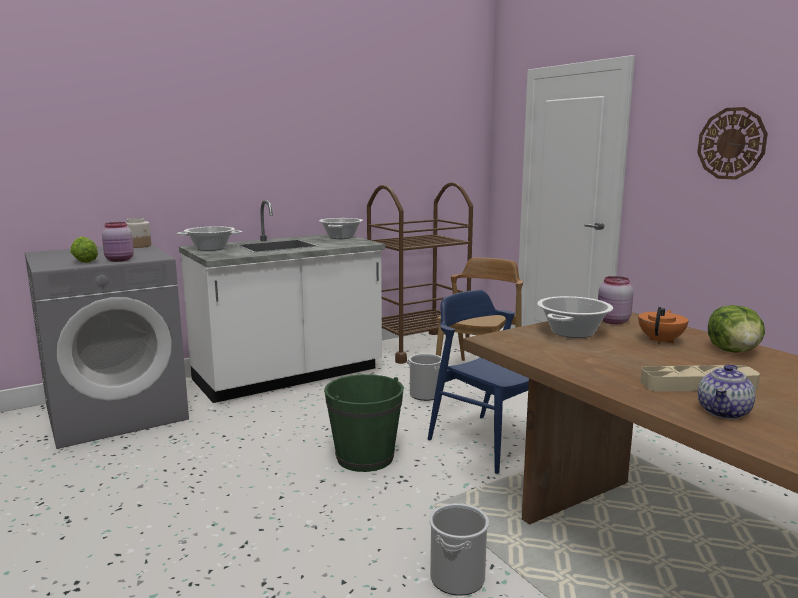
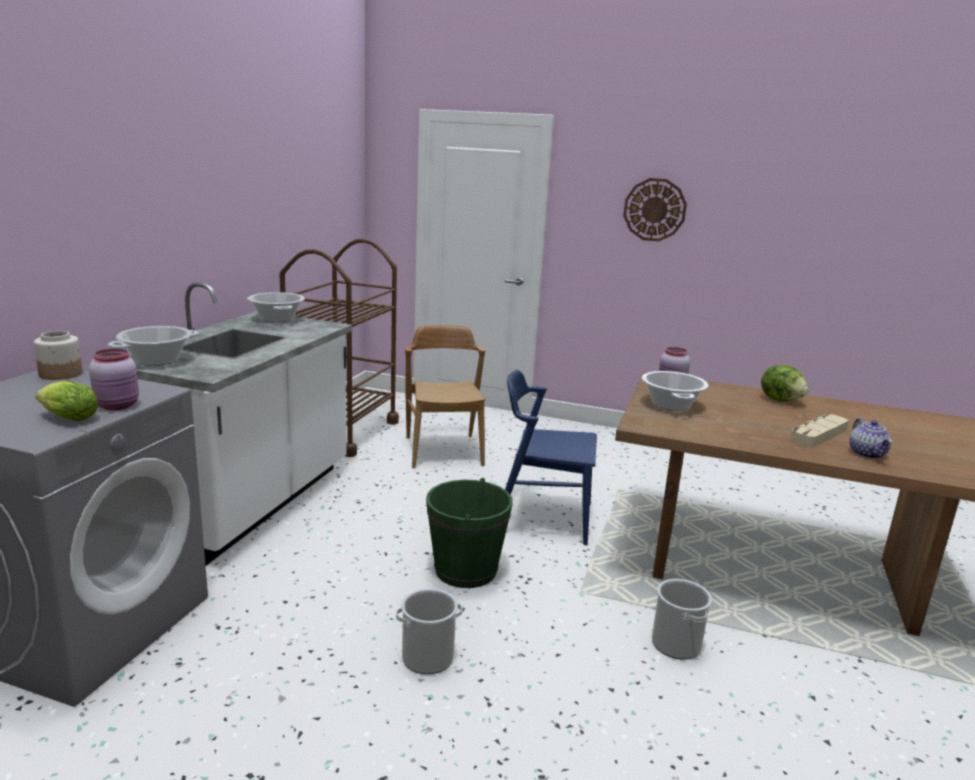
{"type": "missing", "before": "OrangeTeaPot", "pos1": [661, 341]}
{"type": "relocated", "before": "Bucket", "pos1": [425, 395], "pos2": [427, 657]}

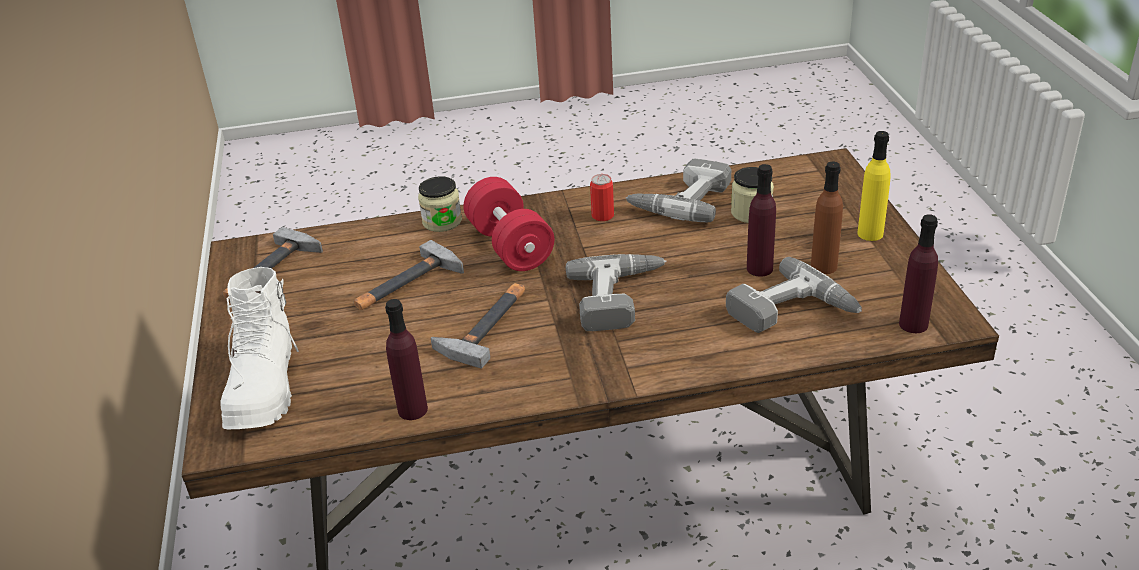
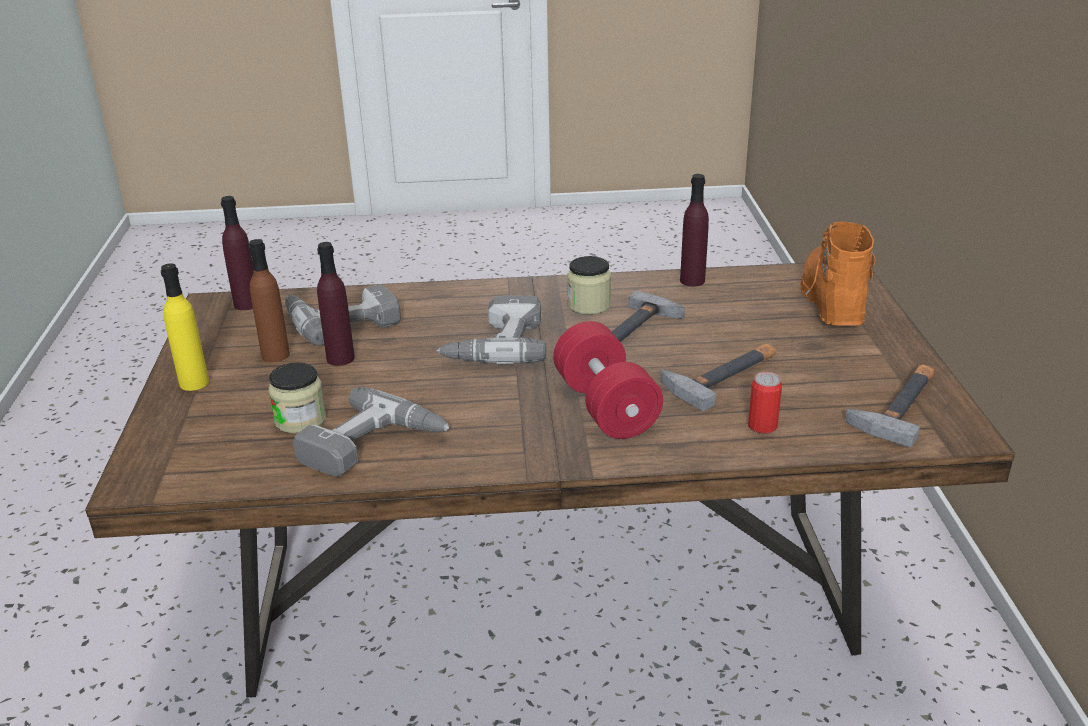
{"type": "relocated", "before": "Jar", "pos1": [442, 221], "pos2": [589, 305]}
{"type": "relocated", "before": "MetalCan", "pos1": [602, 216], "pos2": [762, 426]}
{"type": "colour", "before": "WhiteColouredHighTopBoot", "after": "OrangeHighTopBoot", "pos1": [265, 387], "pos2": [831, 302]}

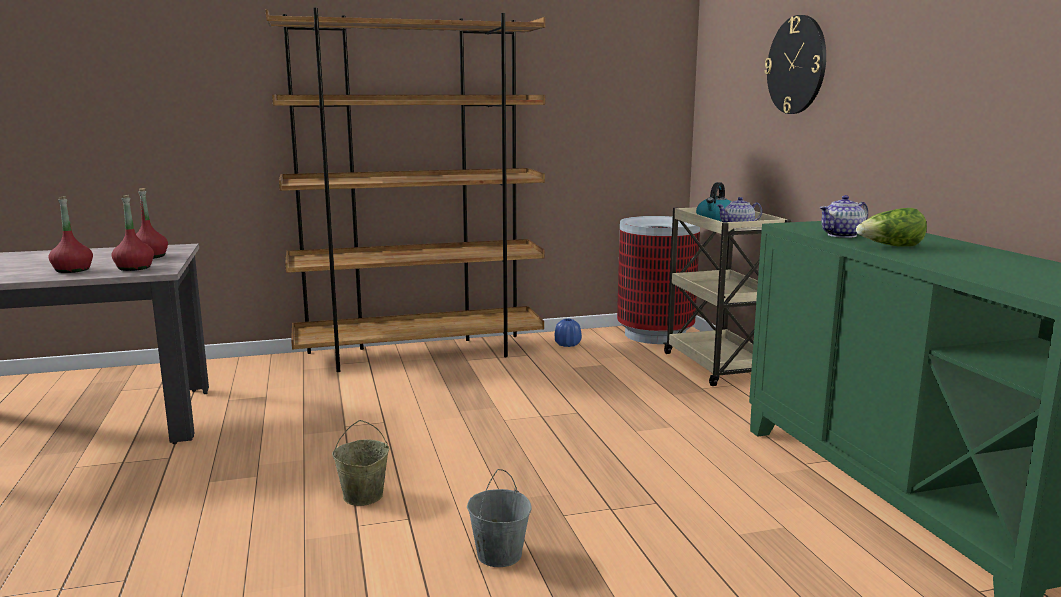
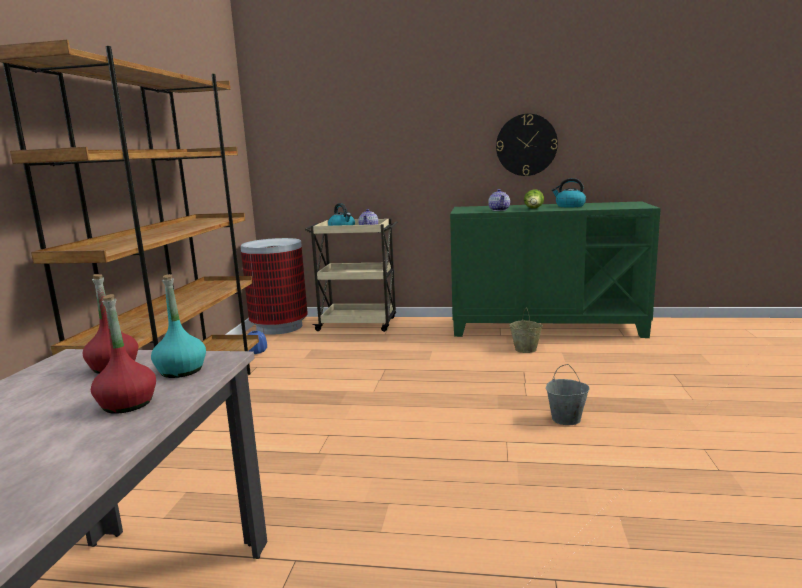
{"type": "appeared", "after": "TeaKettle", "pos2": [569, 206]}
{"type": "relocated", "before": "SandColouredBucket", "pos1": [363, 496], "pos2": [526, 349]}
{"type": "relocated", "before": "HangingClock", "pos1": [796, 65], "pos2": [526, 145]}
{"type": "colour", "before": "RedColouredDrinkBottle", "after": "TurquoiseDrinkBottle", "pos1": [134, 268], "pos2": [181, 371]}

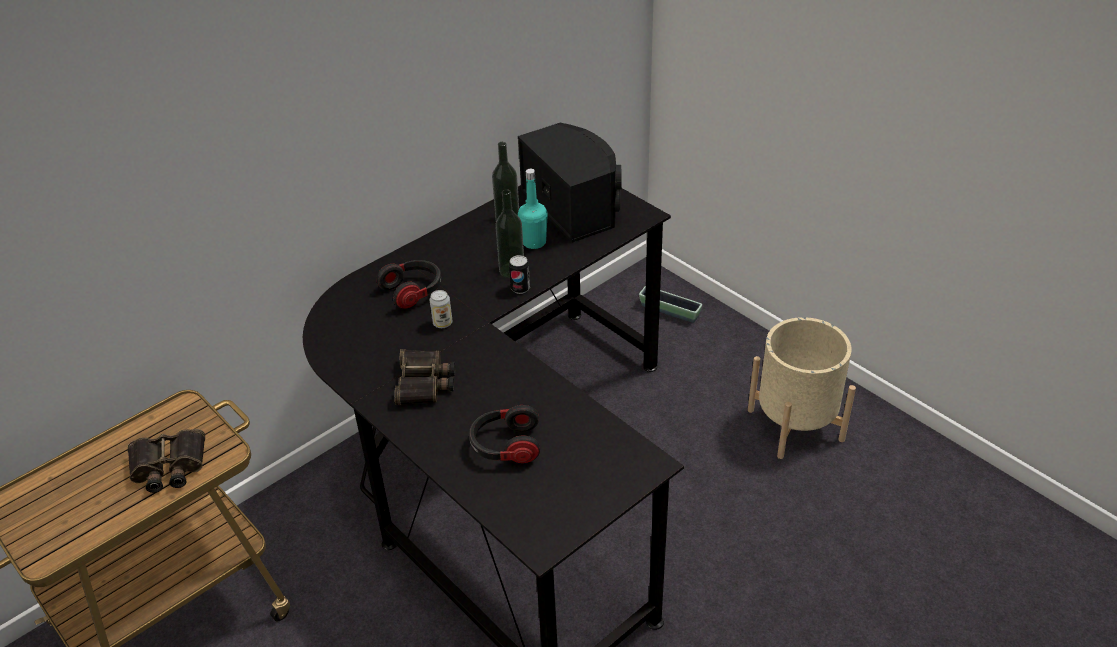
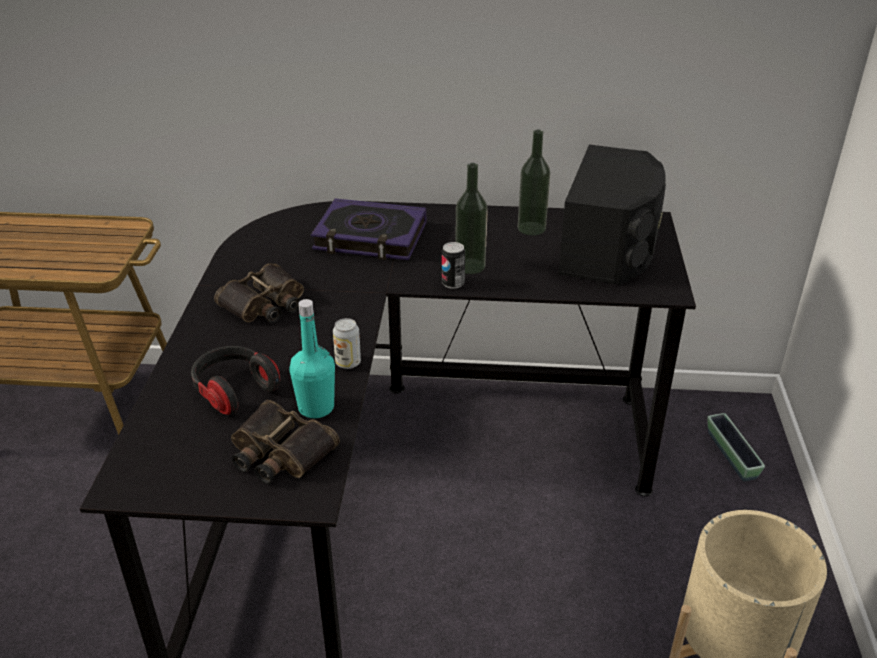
{"type": "relocated", "before": "Binoculars", "pos1": [168, 467], "pos2": [278, 452]}
{"type": "relocated", "before": "MetalCan", "pos1": [442, 323], "pos2": [348, 363]}
{"type": "relocated", "before": "TurquoiseDrinkBottle", "pos1": [534, 242], "pos2": [316, 407]}
{"type": "exchanged", "before": "Headset", "after": "Book", "pos1": [413, 292], "pos2": [370, 237]}

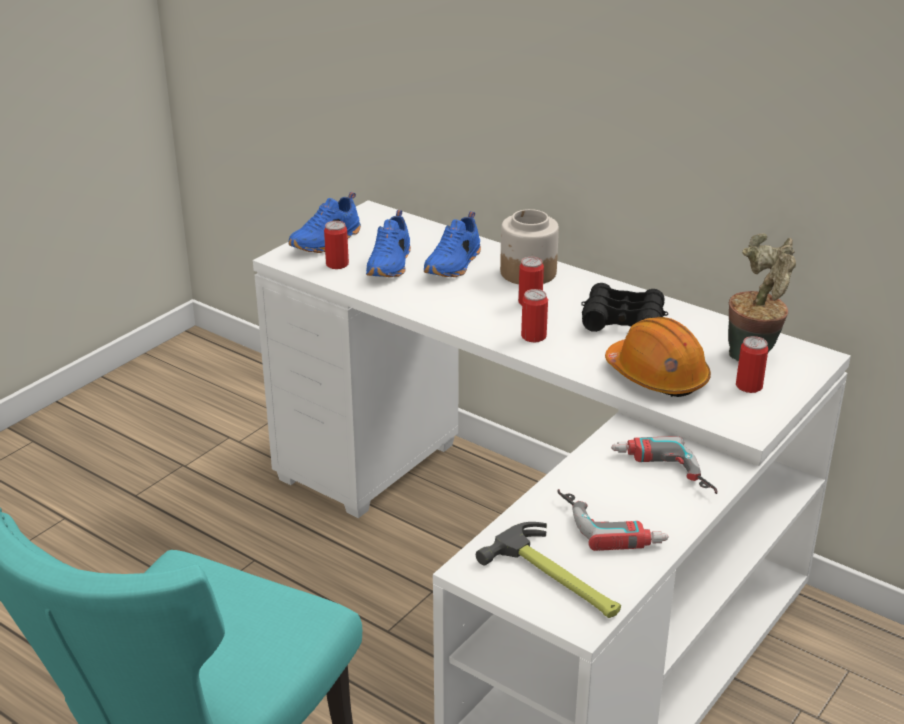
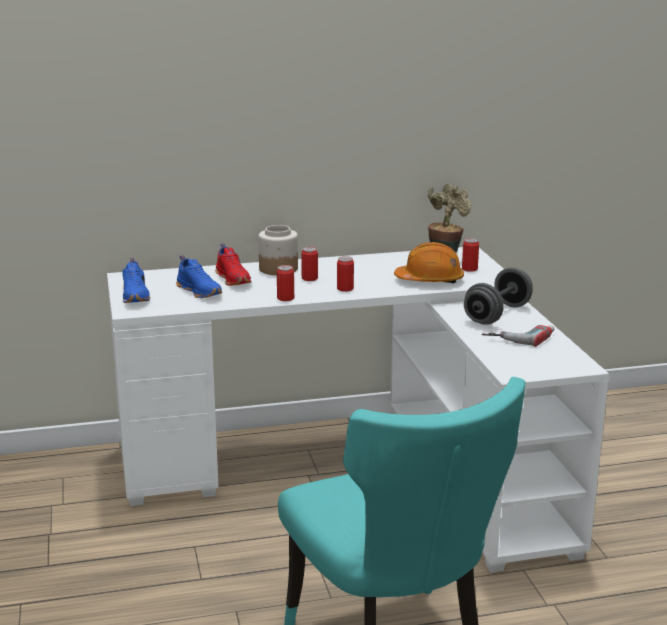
{"type": "missing", "before": "HandHammer", "pos1": [557, 579]}
{"type": "missing", "before": "BlackishBinoculars", "pos1": [623, 321]}
{"type": "relocated", "before": "MetalCan", "pos1": [337, 264], "pos2": [285, 298]}
{"type": "exchanged", "before": "PowerDrill", "after": "GrayHandWeight", "pos1": [661, 474], "pos2": [497, 314]}
{"type": "colour", "before": "BlueColouredShoe", "after": "RedColouredShoe", "pos1": [454, 265], "pos2": [234, 279]}

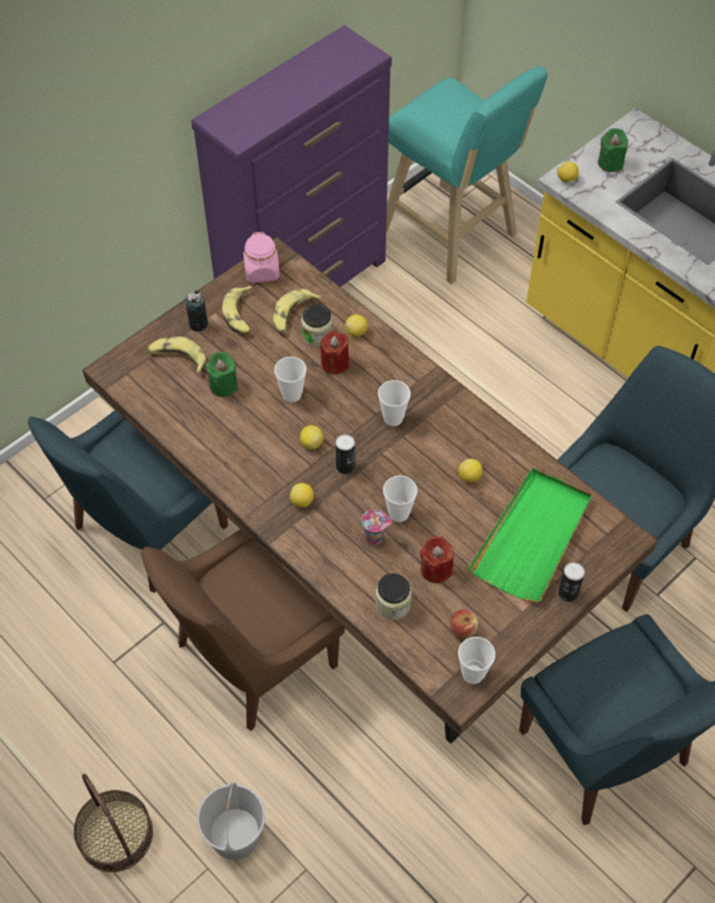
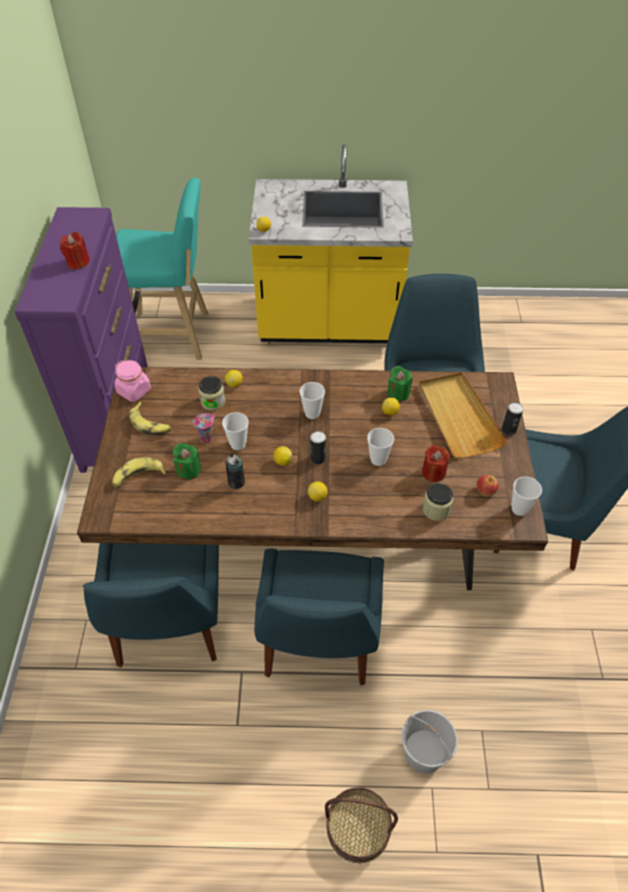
{"type": "missing", "before": "WholeBanana", "pos1": [293, 315]}
{"type": "relocated", "before": "MetalCan", "pos1": [198, 324], "pos2": [236, 482]}
{"type": "relocated", "before": "RedColouredWaxCandle", "pos1": [335, 363], "pos2": [78, 262]}
{"type": "relocated", "before": "DrinkingCup", "pos1": [375, 538], "pos2": [207, 438]}
{"type": "relocated", "before": "GreenColouredWaxCandle", "pos1": [610, 163], "pos2": [398, 393]}
{"type": "colour", "before": "BrownishUprightChair", "after": "BlueColouredUprightChair", "pos1": [251, 658], "pos2": [318, 644]}
{"type": "colour", "before": "GreenColouredCarryingTray", "after": "SandColouredCarryingTray", "pos1": [532, 537], "pos2": [458, 417]}

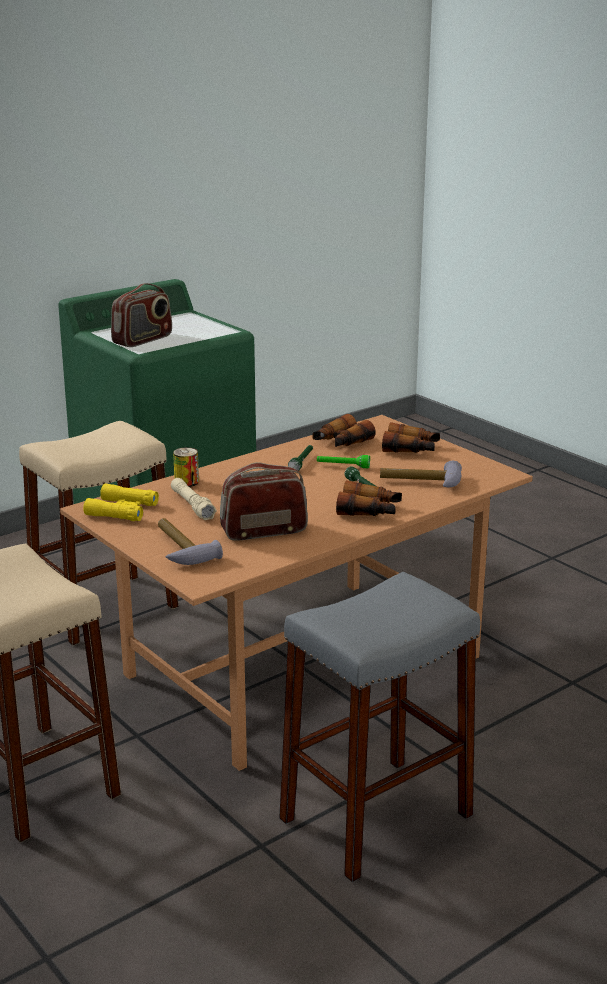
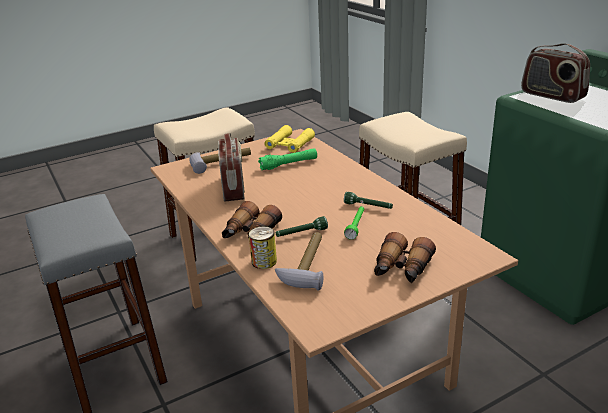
{"type": "missing", "before": "Binoculars", "pos1": [341, 442]}
{"type": "relocated", "before": "MetalCan", "pos1": [186, 482], "pos2": [264, 261]}
{"type": "colour", "before": "SandColouredTorch", "after": "GreenColouredTorch", "pos1": [192, 506], "pos2": [288, 164]}

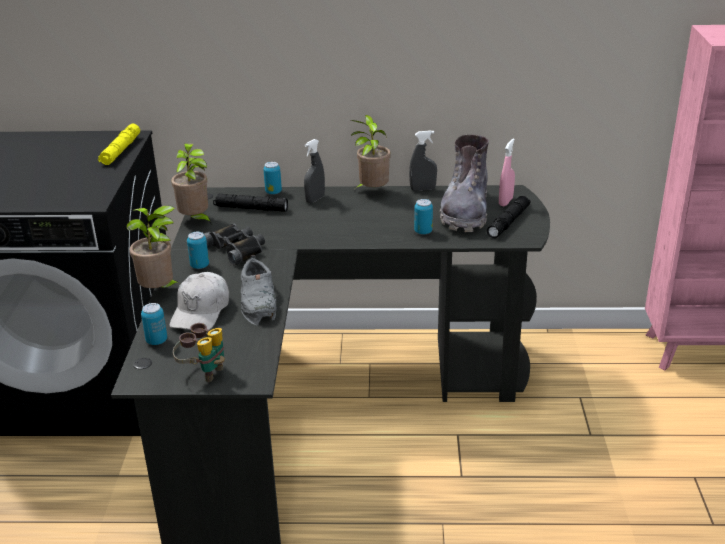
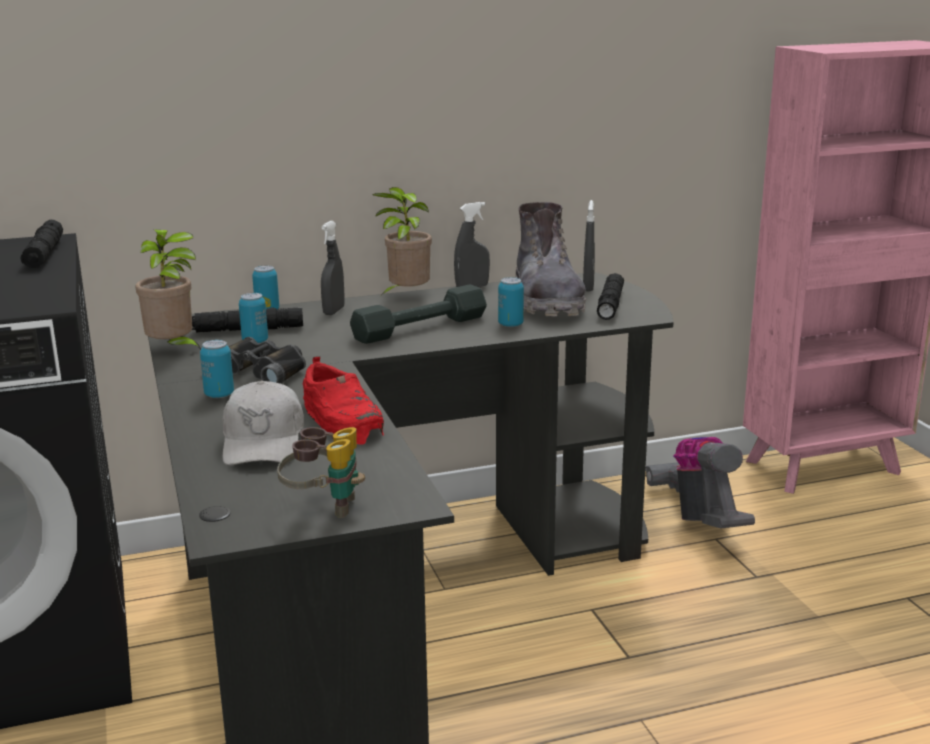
{"type": "missing", "before": "Houseplant", "pos1": [160, 291]}
{"type": "appeared", "after": "GrayHandWeight", "pos2": [420, 328]}
{"type": "appeared", "after": "Hoover", "pos2": [699, 518]}
{"type": "relocated", "before": "MetalCan", "pos1": [156, 341], "pos2": [255, 341]}
{"type": "colour", "before": "YellowTorch", "after": "BlackishTorch", "pos1": [120, 151], "pos2": [44, 254]}
{"type": "colour", "before": "GrayShoe", "after": "RedColouredShoe", "pos1": [259, 300], "pos2": [343, 419]}
{"type": "colour", "before": "PinkSprayer", "after": "GraySprayer", "pos1": [505, 202], "pos2": [588, 287]}

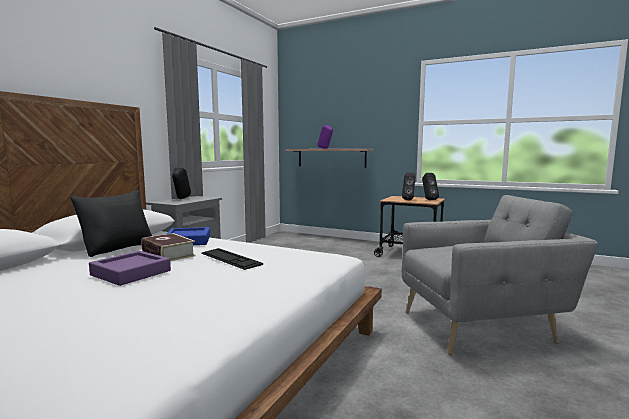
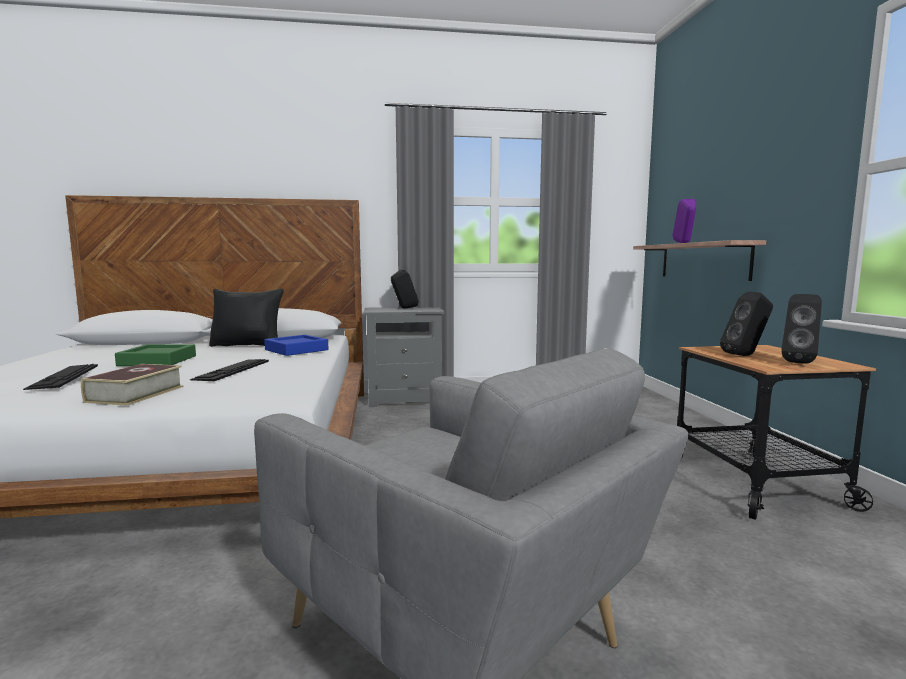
{"type": "appeared", "after": "ComputerKeyboard", "pos2": [64, 376]}
{"type": "relocated", "before": "Book", "pos1": [168, 254], "pos2": [136, 394]}
{"type": "colour", "before": "PurplishCarryingTray", "after": "GreenColouredCarryingTray", "pos1": [131, 273], "pos2": [158, 361]}

